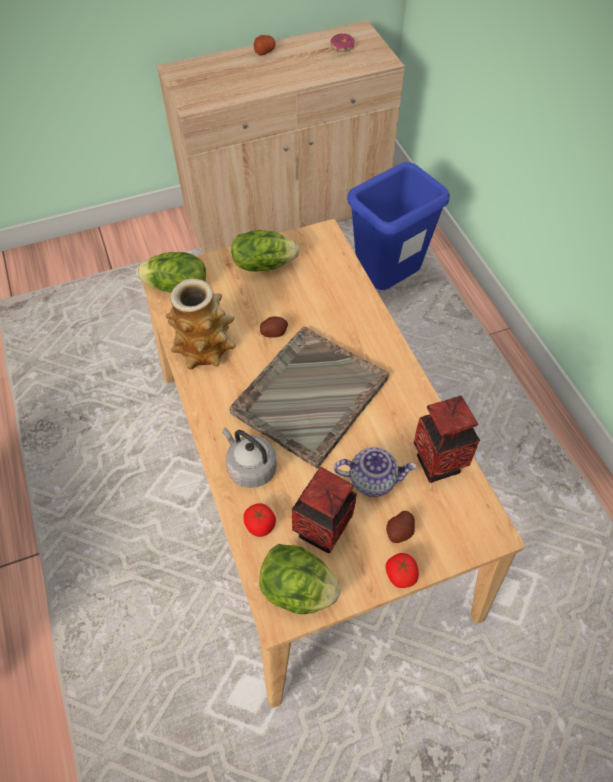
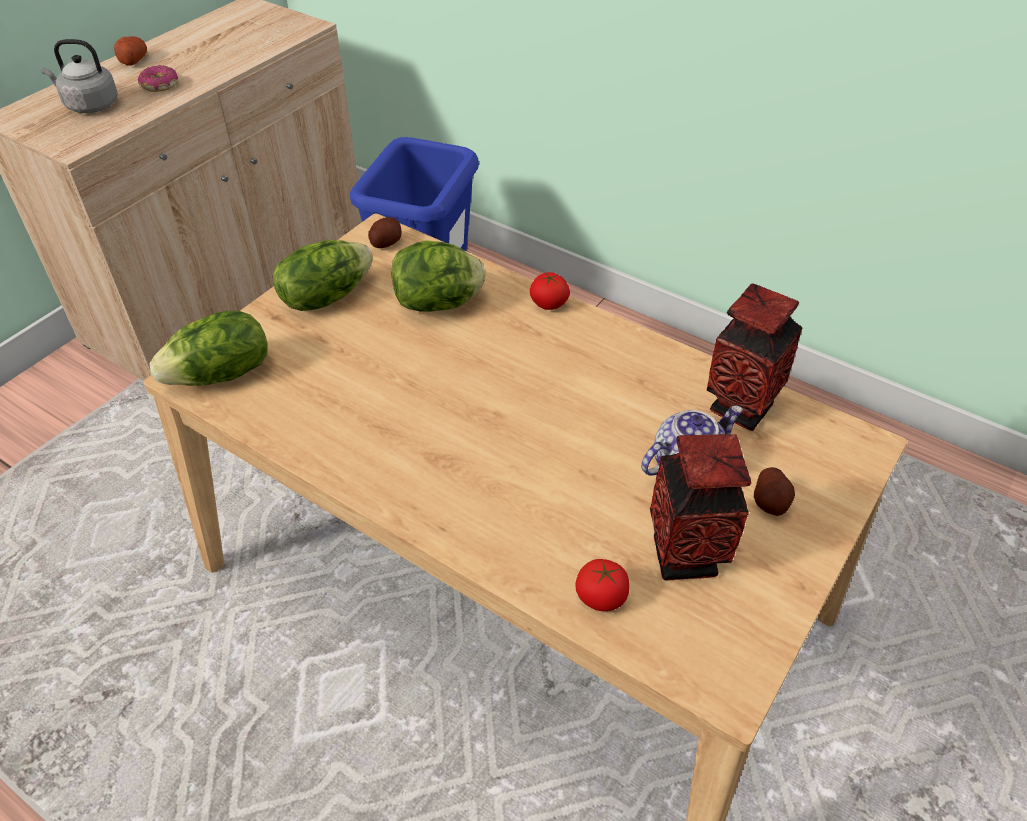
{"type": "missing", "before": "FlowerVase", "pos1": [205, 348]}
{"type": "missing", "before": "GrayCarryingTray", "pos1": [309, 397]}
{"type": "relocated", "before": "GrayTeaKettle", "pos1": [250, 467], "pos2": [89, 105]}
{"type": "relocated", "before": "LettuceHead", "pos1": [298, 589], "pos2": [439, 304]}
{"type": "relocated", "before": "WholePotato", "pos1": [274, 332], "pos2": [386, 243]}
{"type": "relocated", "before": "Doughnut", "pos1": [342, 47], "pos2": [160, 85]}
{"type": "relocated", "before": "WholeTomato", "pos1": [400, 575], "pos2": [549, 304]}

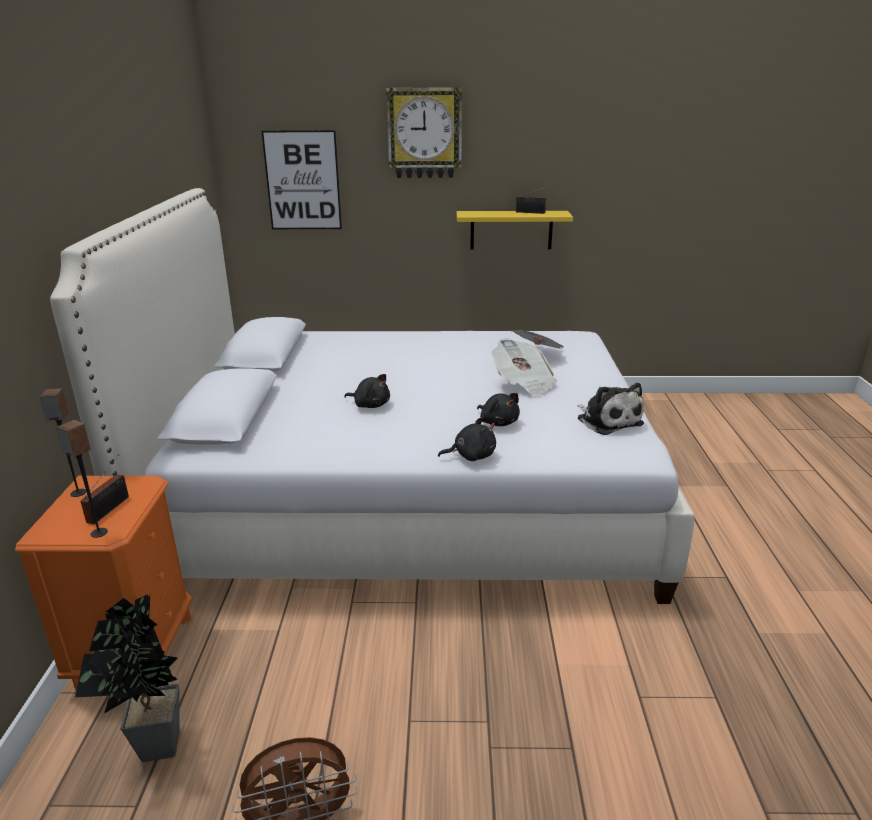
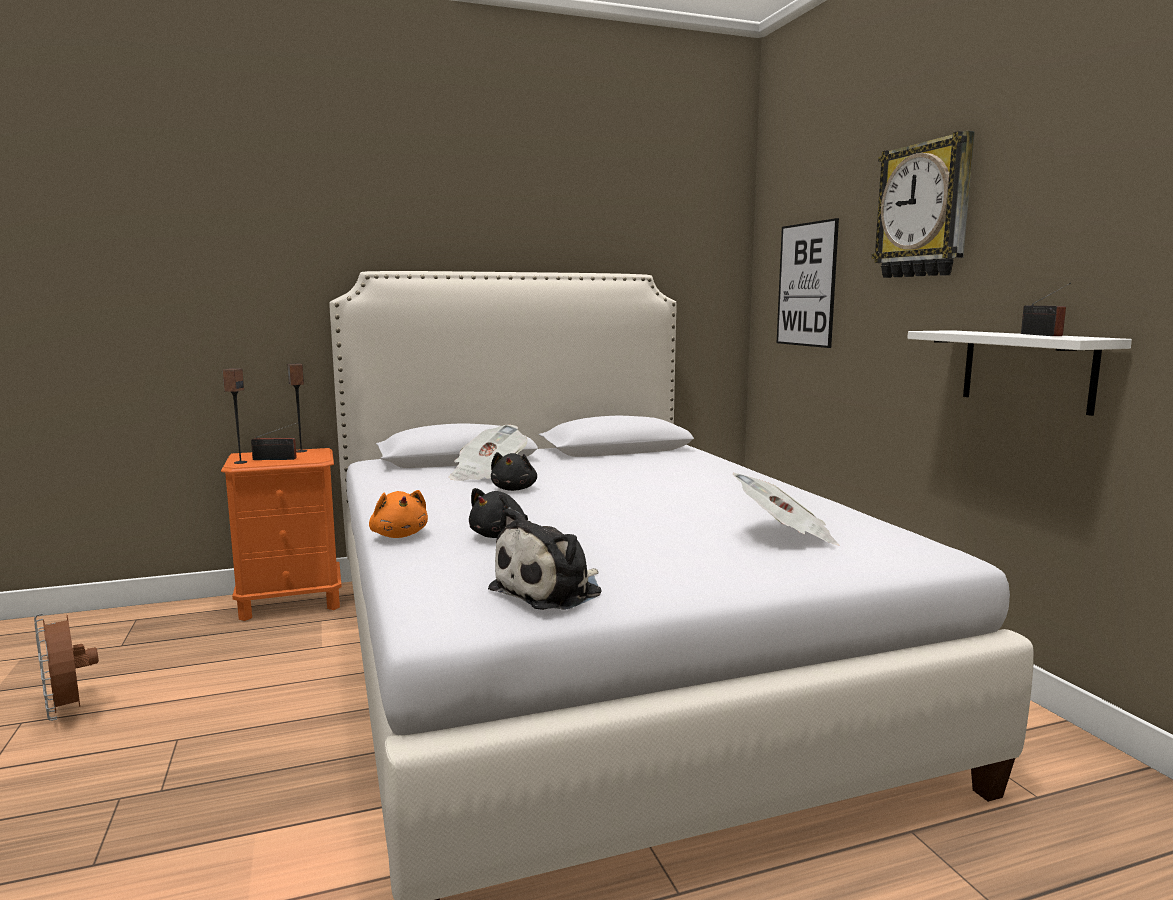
{"type": "missing", "before": "Houseplant", "pos1": [155, 751]}
{"type": "relocated", "before": "PrintedPaper", "pos1": [523, 383], "pos2": [486, 474]}
{"type": "colour", "before": "BlackishCuddlyToy", "after": "OrangeCuddlyToy", "pos1": [471, 456], "pos2": [399, 535]}
{"type": "colour", "before": "YellowBracketShelf", "after": "WhiteColouredBracketShelf", "pos1": [511, 230], "pos2": [1027, 369]}

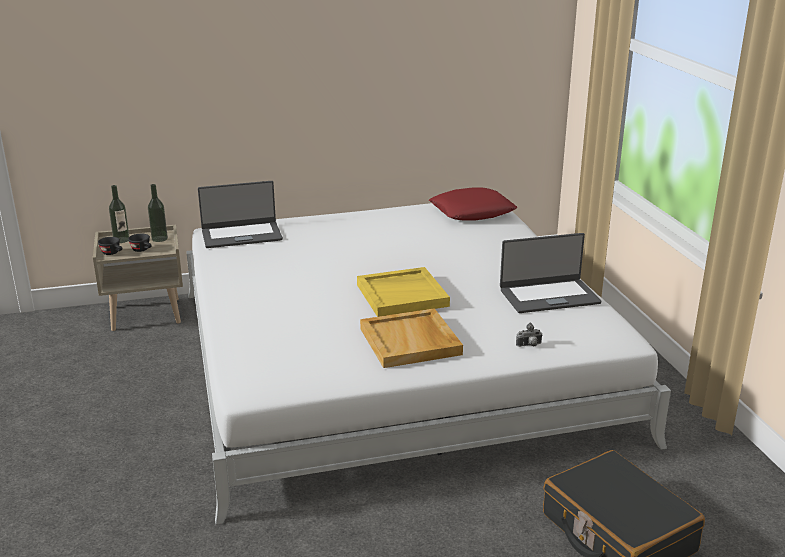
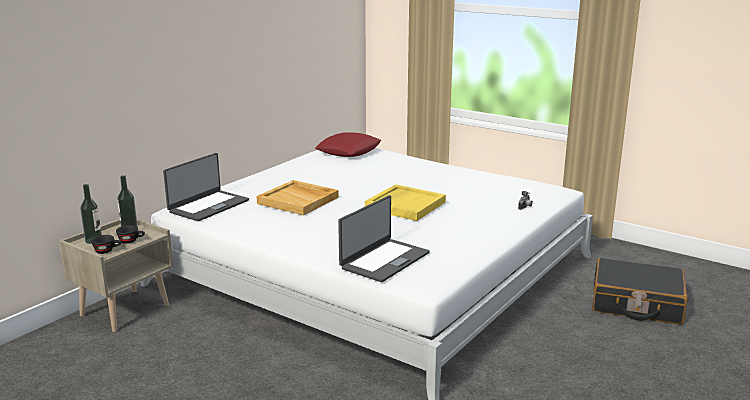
{"type": "relocated", "before": "SandColouredCarryingTray", "pos1": [411, 342], "pos2": [299, 200]}
{"type": "relocated", "before": "PortableComputer", "pos1": [548, 296], "pos2": [384, 260]}

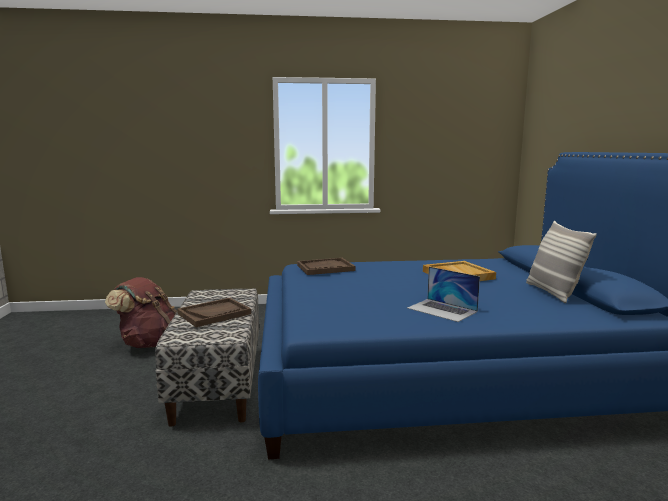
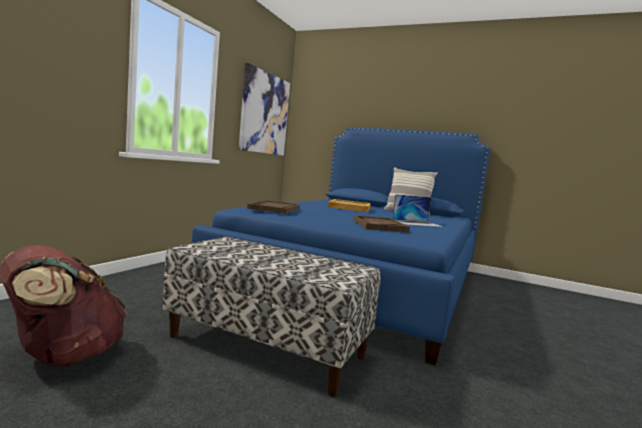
{"type": "appeared", "after": "WallArt", "pos2": [264, 113]}
{"type": "relocated", "before": "BrownishCarryingTray", "pos1": [214, 314], "pos2": [379, 225]}

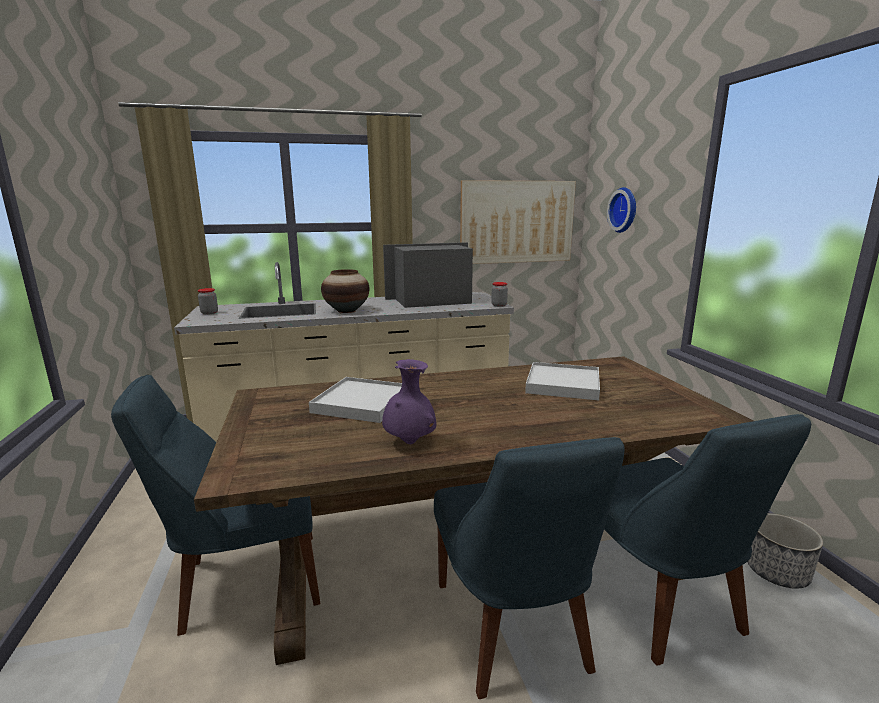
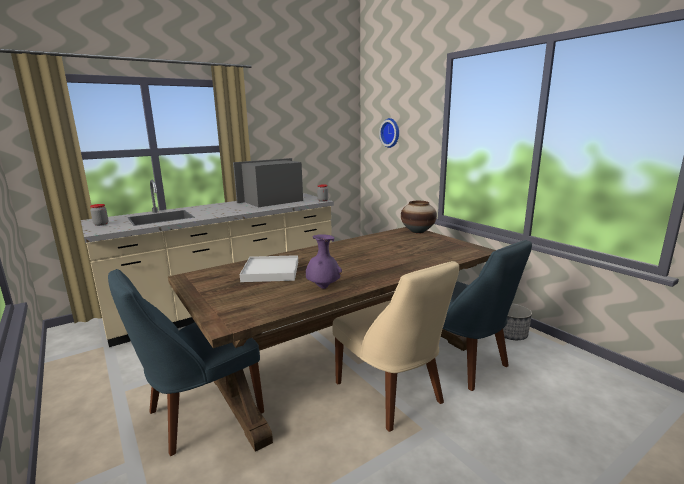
{"type": "missing", "before": "WallArt", "pos1": [517, 222]}
{"type": "missing", "before": "WhiteColouredCarryingTray", "pos1": [562, 384]}
{"type": "relocated", "before": "FlowerVase", "pos1": [347, 311], "pos2": [418, 231]}
{"type": "colour", "before": "BlueColouredUprightChair", "after": "SandColouredUprightChair", "pos1": [513, 631], "pos2": [391, 395]}

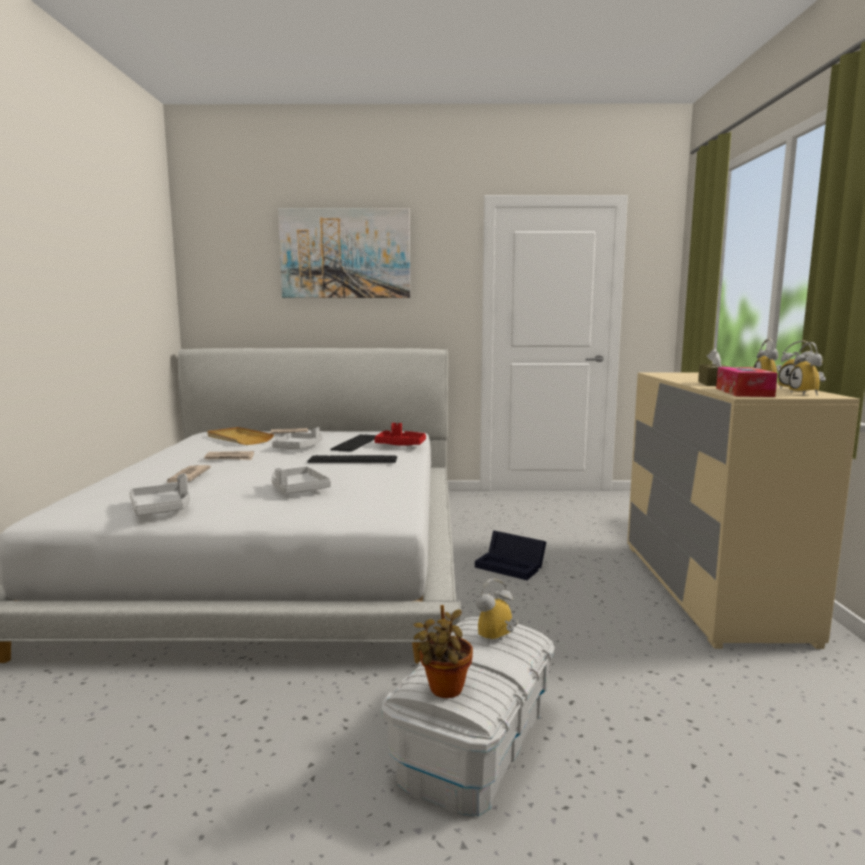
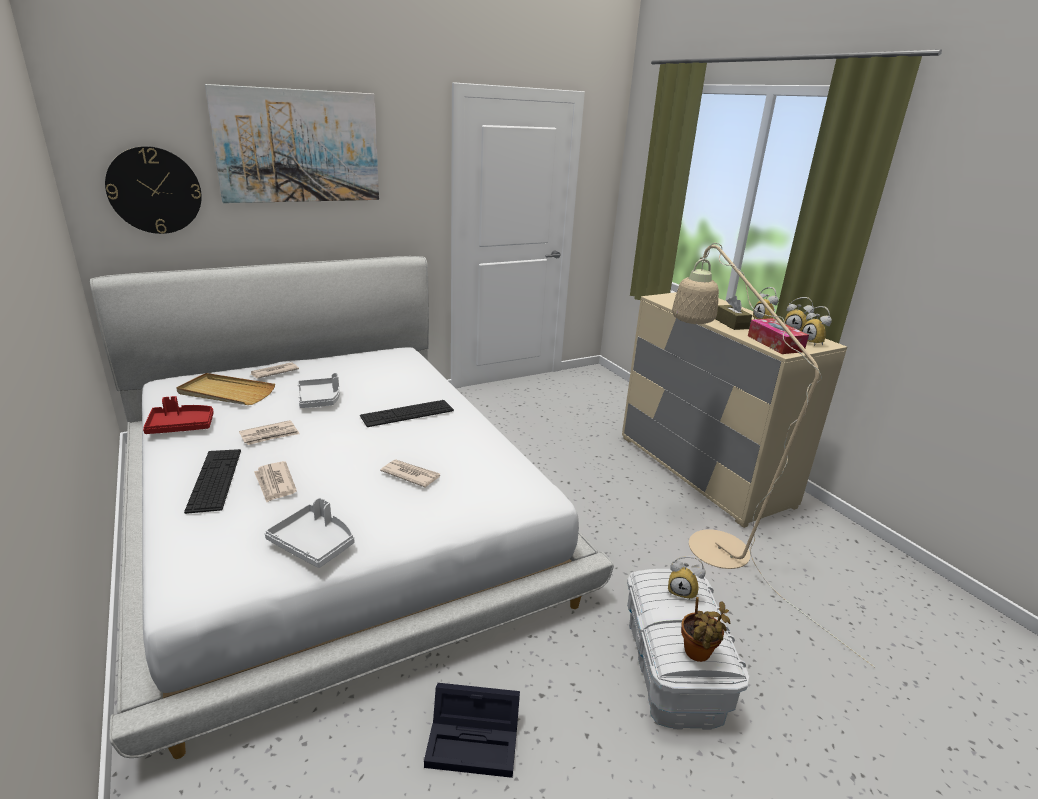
{"type": "appeared", "after": "HangingClock", "pos2": [154, 190]}
{"type": "appeared", "after": "SandColouredStandingLamp", "pos2": [706, 539]}
{"type": "relocated", "before": "ComputerKeyboard", "pos1": [356, 443], "pos2": [215, 479]}
{"type": "relocated", "before": "RedColouredCarryingTray", "pos1": [400, 445], "pos2": [181, 426]}
{"type": "relocated", "before": "BlackishStorageContainer", "pos1": [512, 566], "pos2": [476, 740]}
{"type": "exchanged", "before": "GrayCarryingTray", "after": "PrintedPaper", "pos1": [297, 489], "pos2": [410, 475]}
{"type": "spun", "before": "AlarmClock", "pos1": [498, 640], "pos2": [683, 591], "turn": -90}

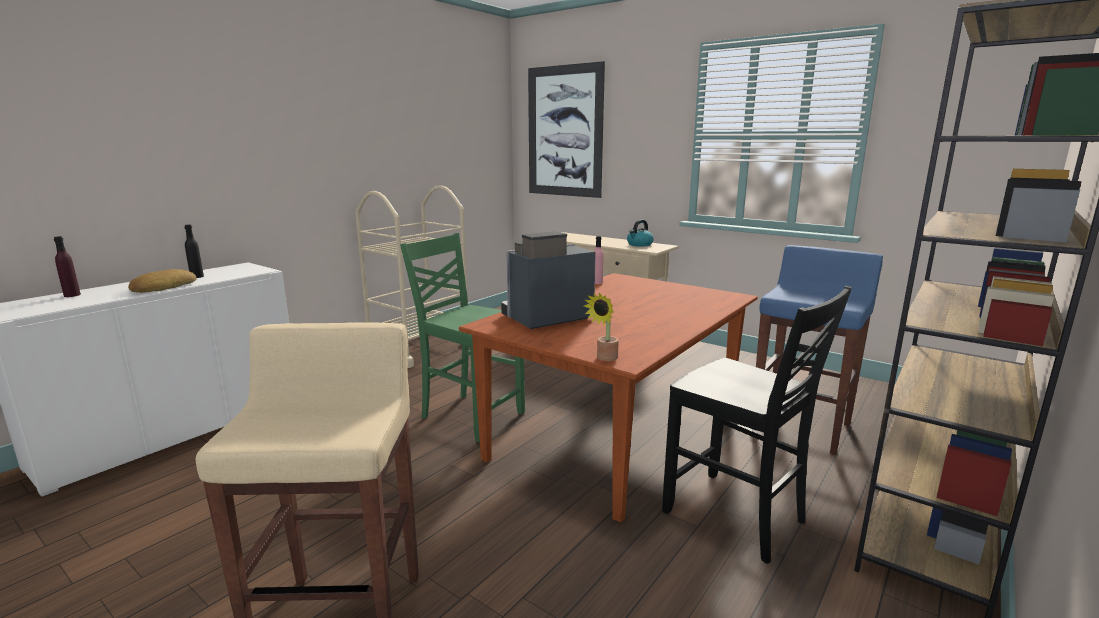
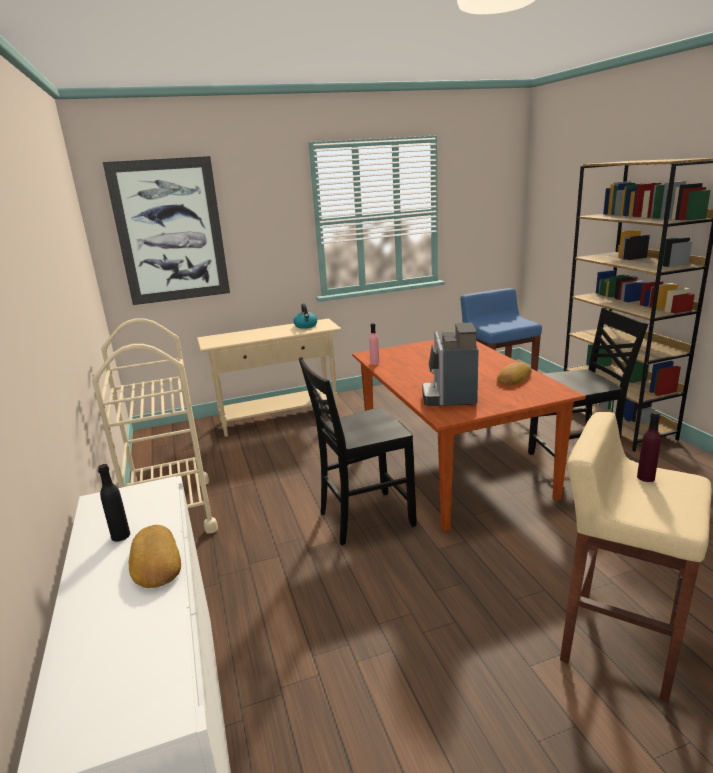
{"type": "missing", "before": "Houseplant", "pos1": [604, 358]}
{"type": "appeared", "after": "BakedBread", "pos2": [513, 378]}
{"type": "relocated", "before": "PurplishDrinkBottle", "pos1": [72, 295], "pos2": [645, 477]}
{"type": "colour", "before": "GreenColouredUprightChair", "after": "BlackishUprightChair", "pos1": [471, 415], "pos2": [364, 518]}

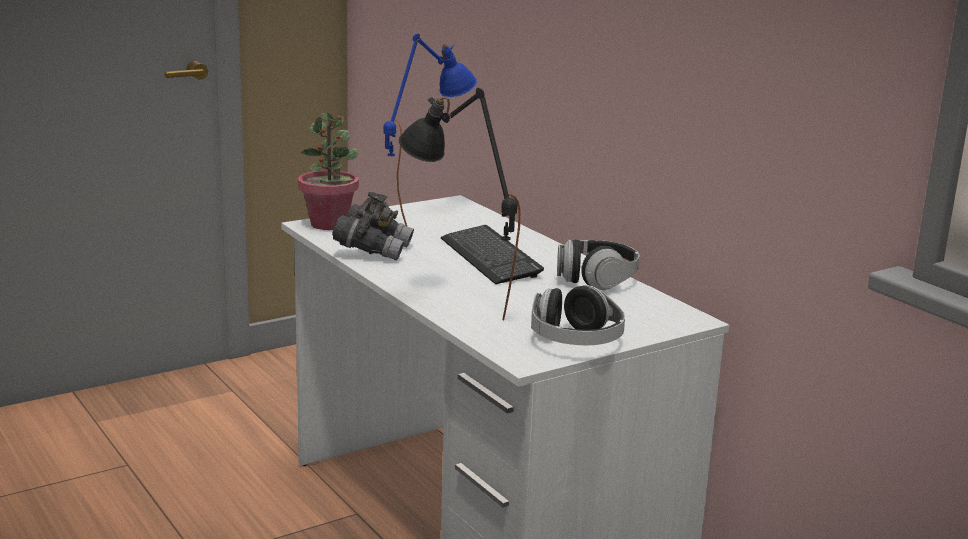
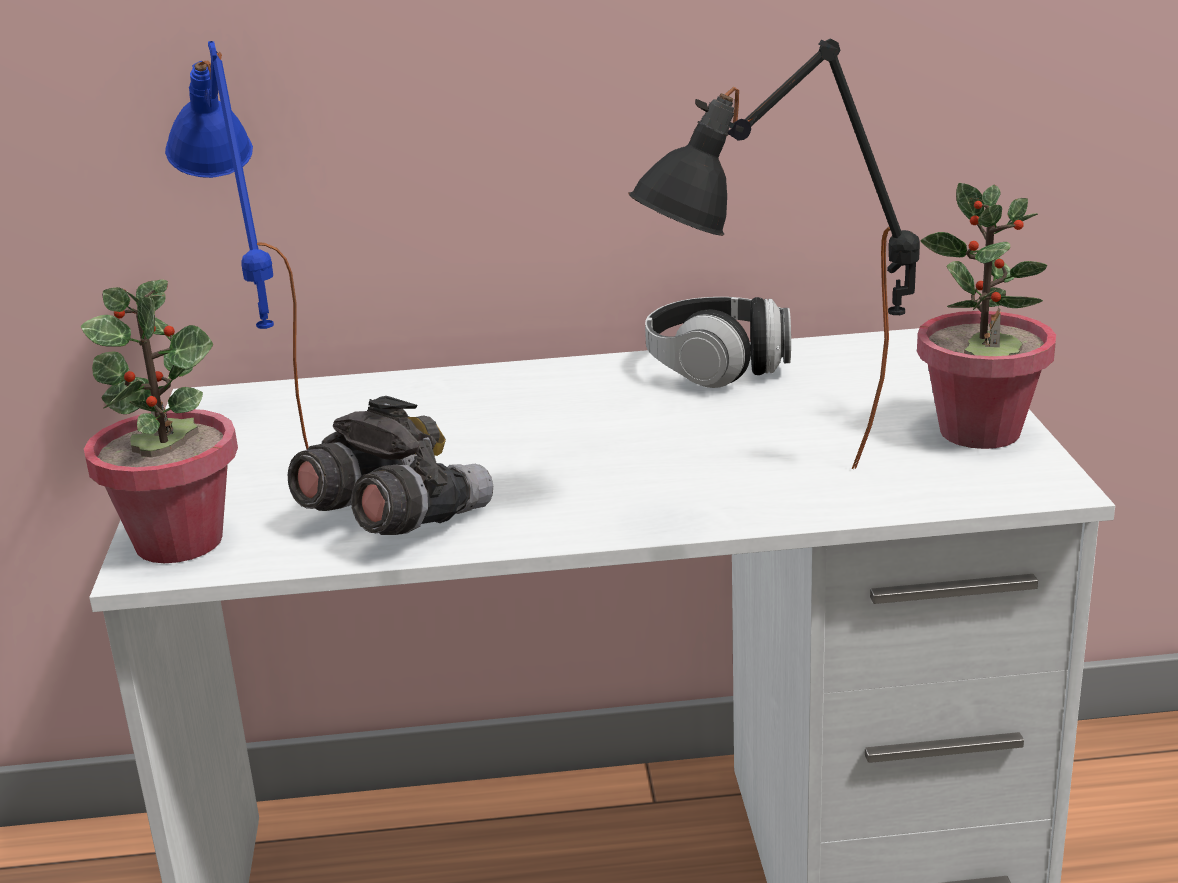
{"type": "missing", "before": "ComputerKeyboard", "pos1": [490, 257]}
{"type": "exchanged", "before": "Headset", "after": "Houseplant", "pos1": [576, 342], "pos2": [980, 432]}

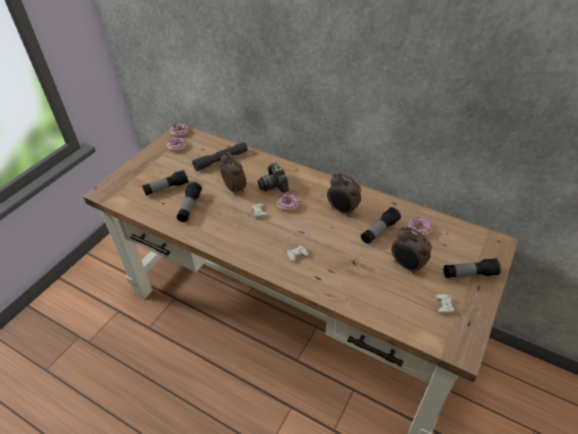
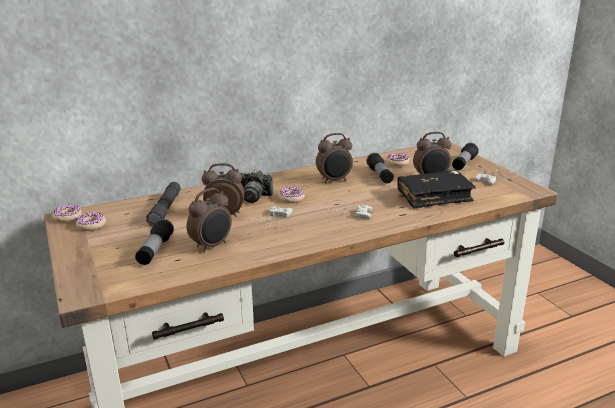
{"type": "appeared", "after": "BlackishBook", "pos2": [434, 196]}
{"type": "exchanged", "before": "Torch", "after": "AlarmClock", "pos1": [189, 207], "pos2": [212, 246]}

